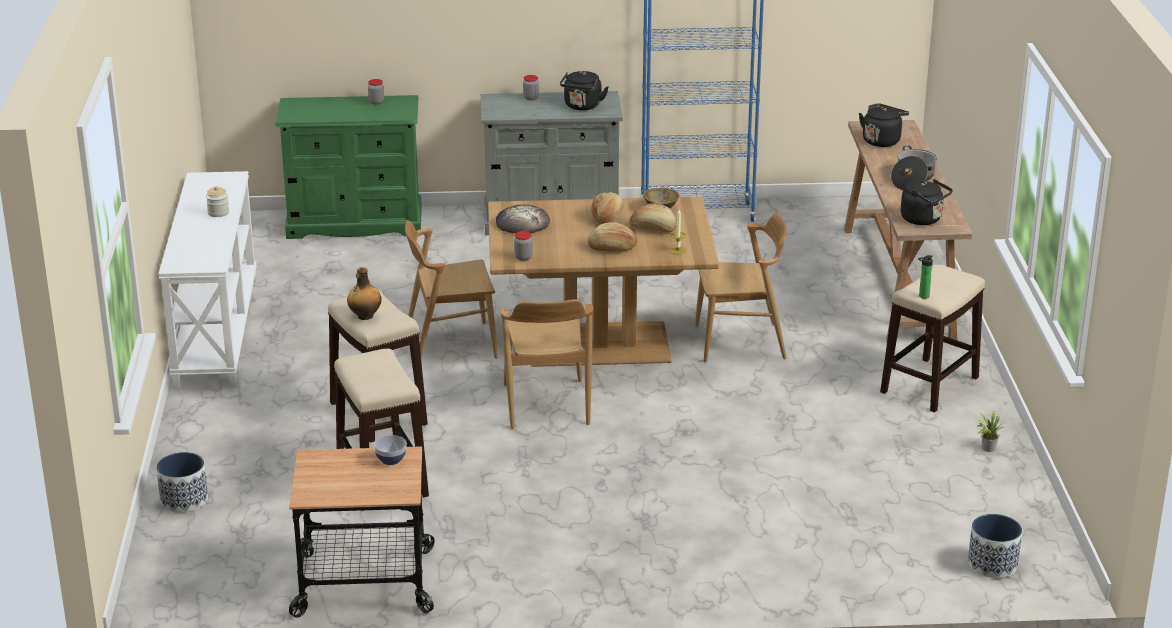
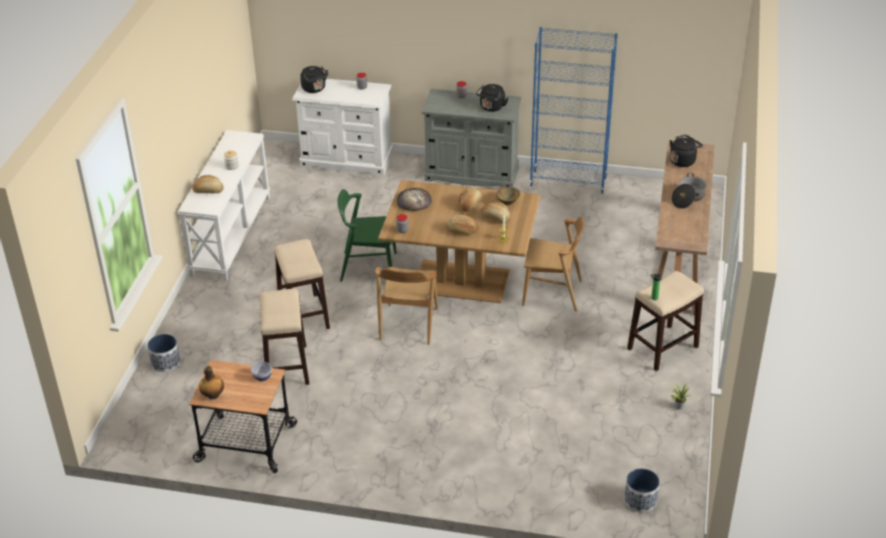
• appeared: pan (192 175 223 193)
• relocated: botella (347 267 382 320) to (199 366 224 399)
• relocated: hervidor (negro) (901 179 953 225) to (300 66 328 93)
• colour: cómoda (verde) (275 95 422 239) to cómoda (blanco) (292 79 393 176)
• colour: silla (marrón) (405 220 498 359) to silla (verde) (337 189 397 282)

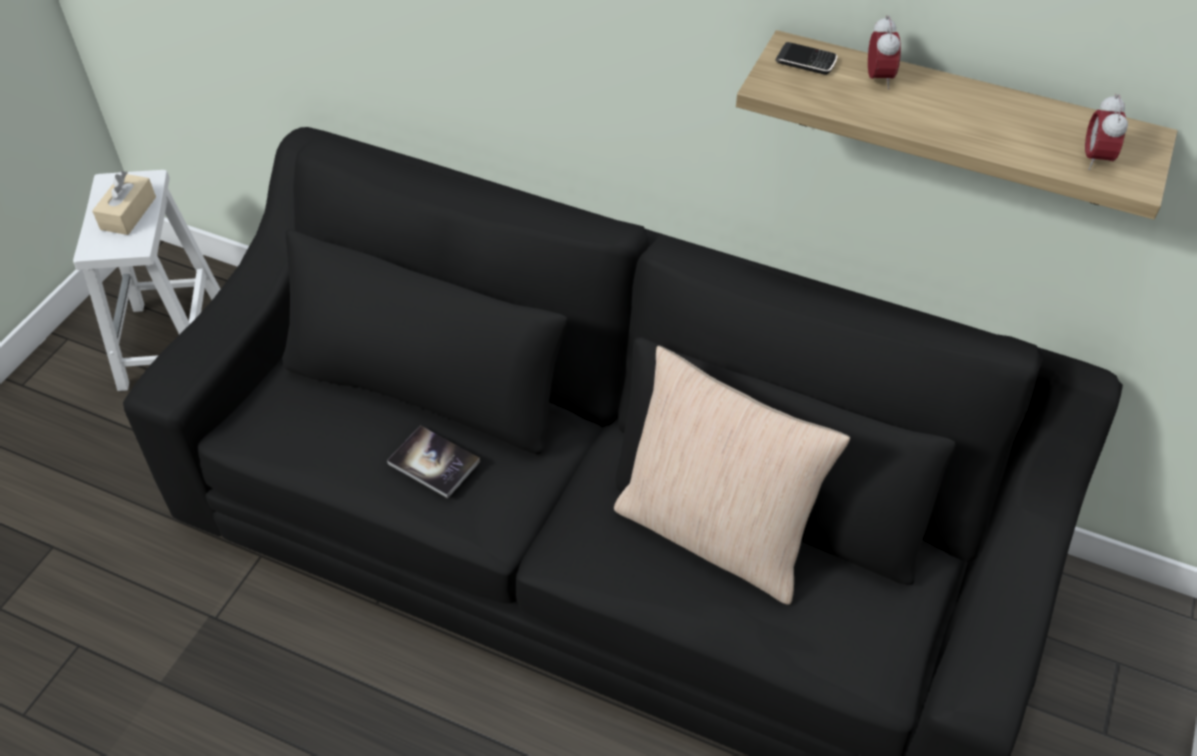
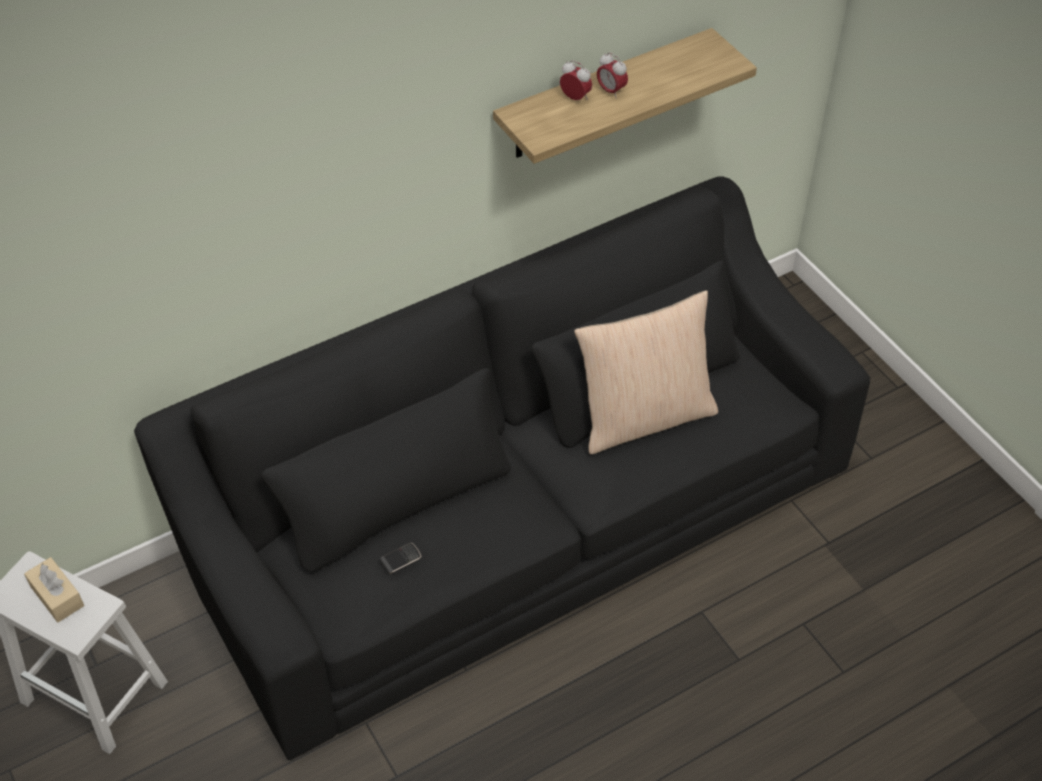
• missing: libro (387 425 480 498)
• relocated: móvil (775 42 837 75) to (380 543 421 574)
• relocated: despertador (1085 94 1128 170) to (597 53 628 99)

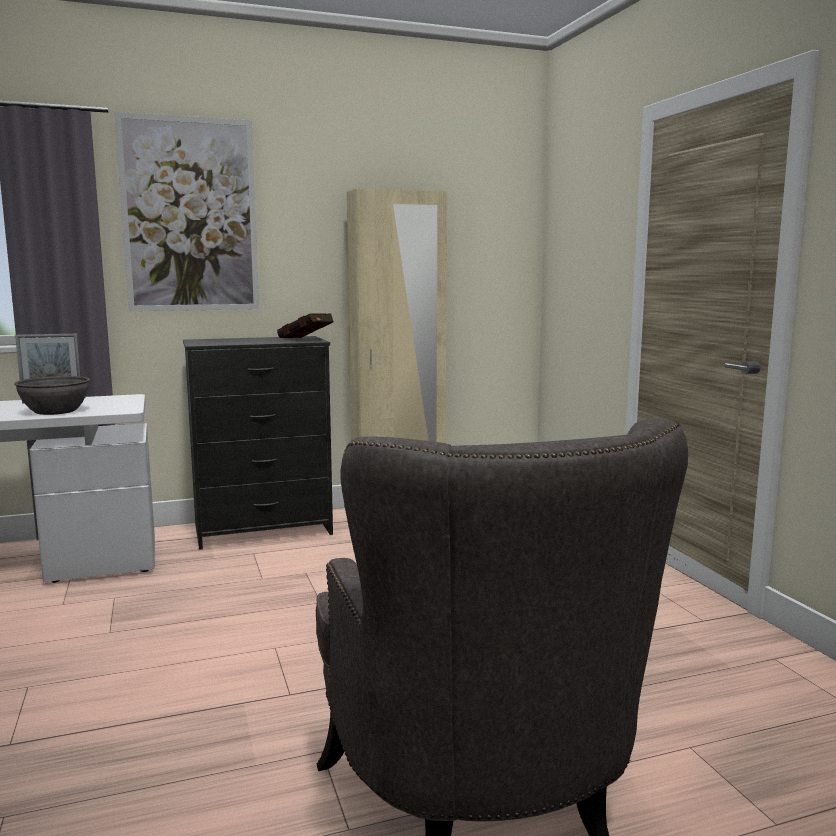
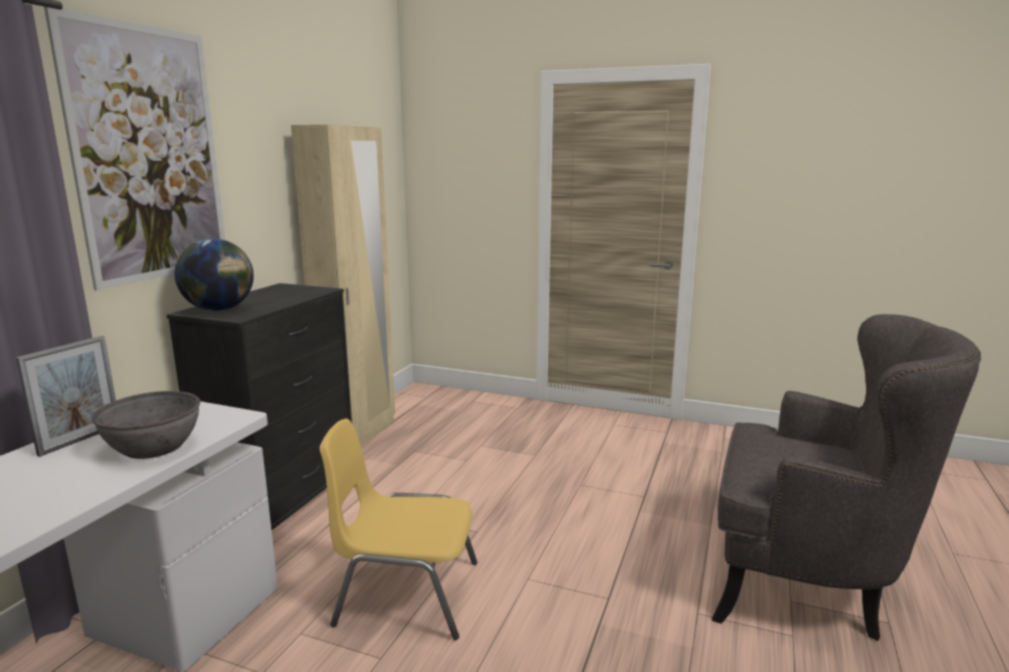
• missing: libro (rojo) (277 313 334 338)
• appeared: globo terráqueo (174 238 254 311)
• appeared: silla (amarillo) (320 419 477 640)

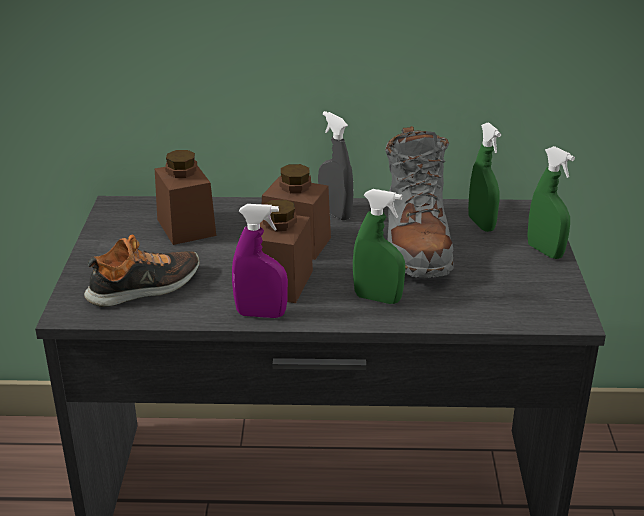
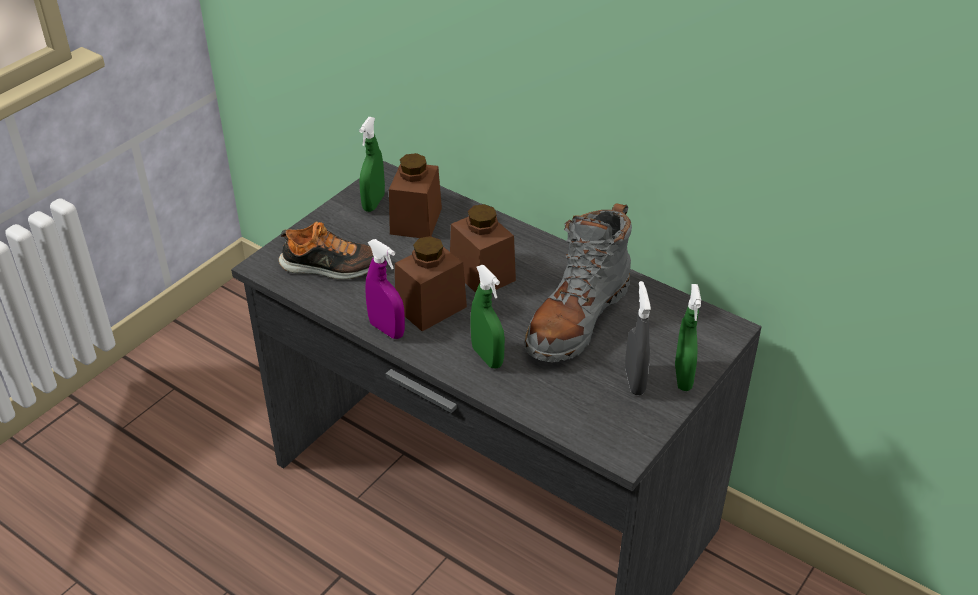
• relocated: pulverizador (gris) (318 111 353 221) to (625 281 651 395)
• relocated: pulverizador (verde) (468 122 501 232) to (359 117 385 212)

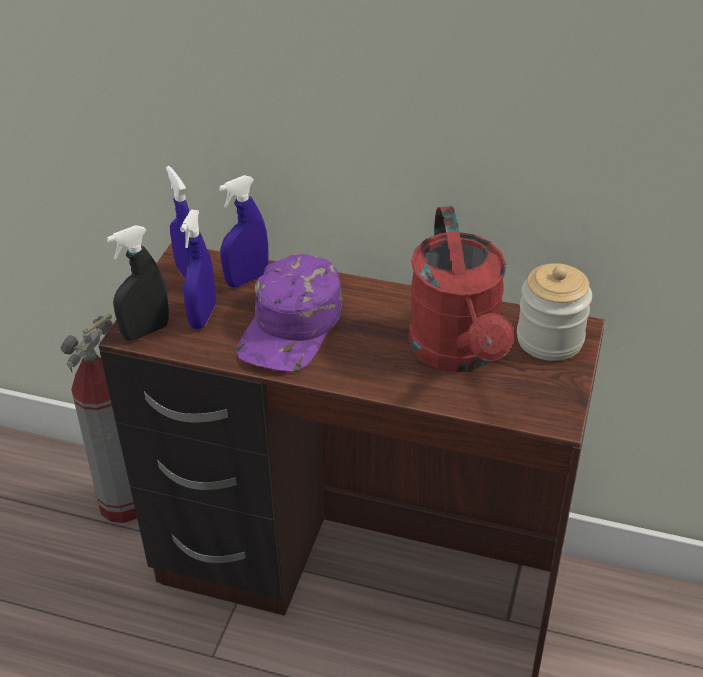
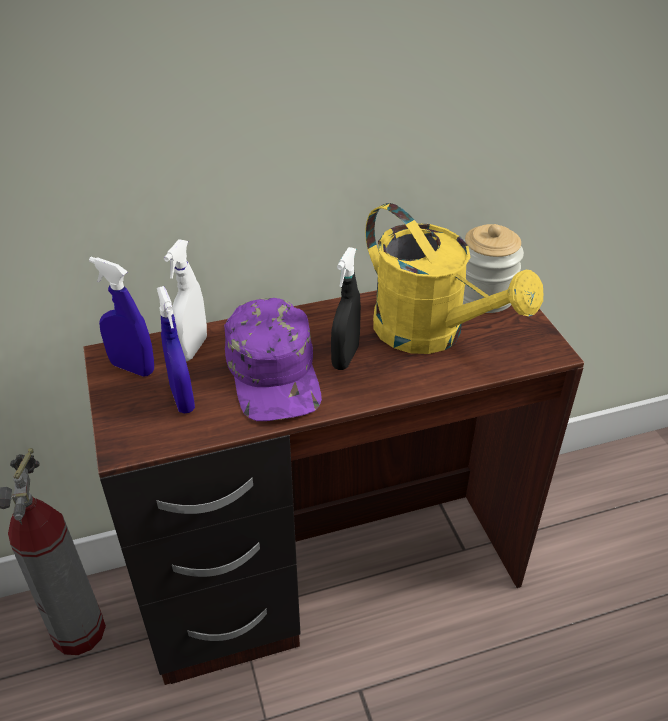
• relocated: pulverizador (negro) (107 225 169 340) to (331 247 361 370)
• colour: pulverizador (azul) (219 175 269 287) to pulverizador (blanco) (164 239 207 361)
• colour: regadera (rojo) (409 206 514 372) to regadera (amarillo) (365 203 543 354)

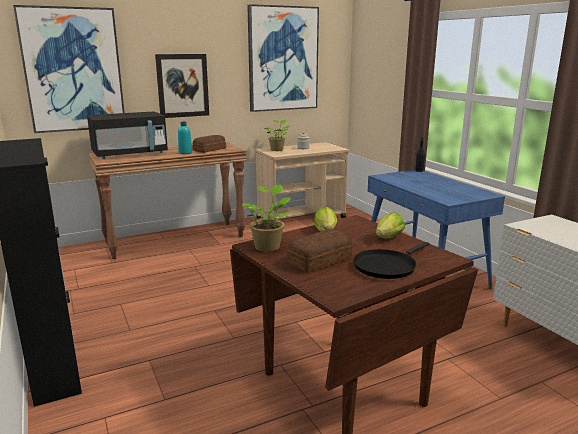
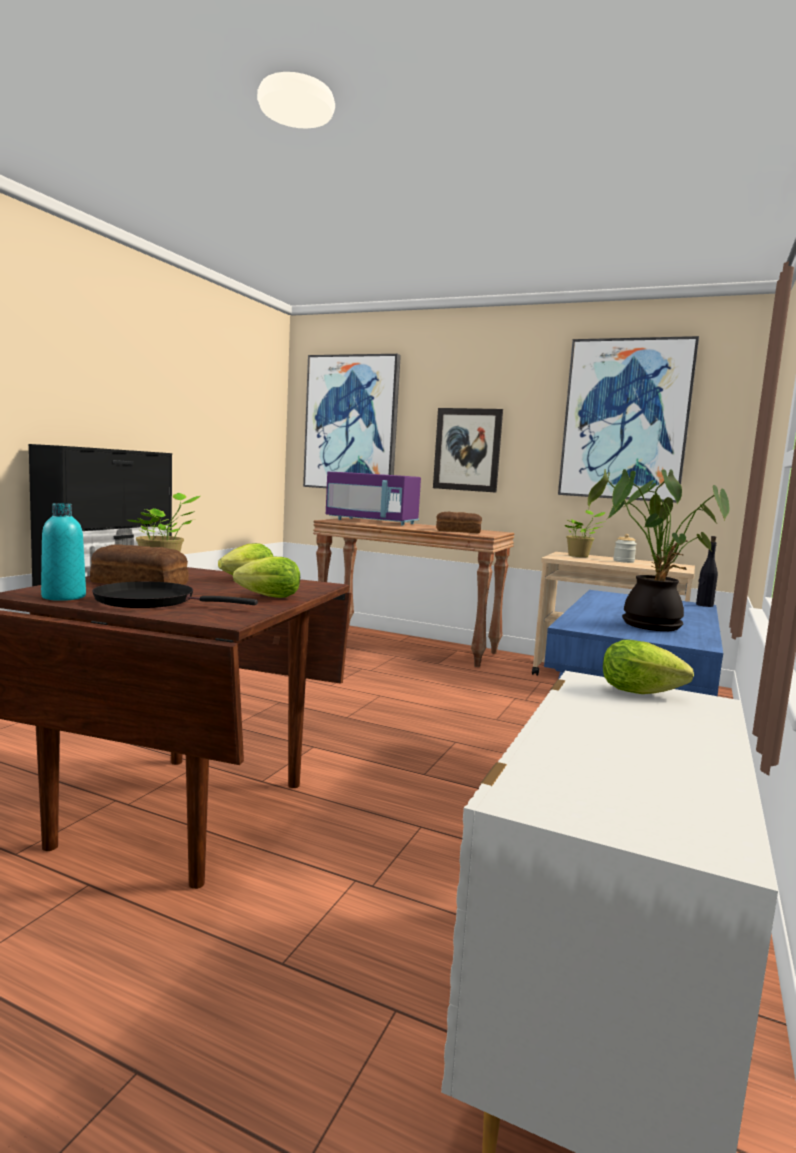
• appeared: planta en maceta (588 469 730 631)
• appeared: lechuga (603 640 694 694)
• relocated: botella (turquesa) (178 121 192 154) to (41 503 86 601)
• colour: microondas (negro) (87 112 168 159) to microondas (morado) (326 472 421 526)

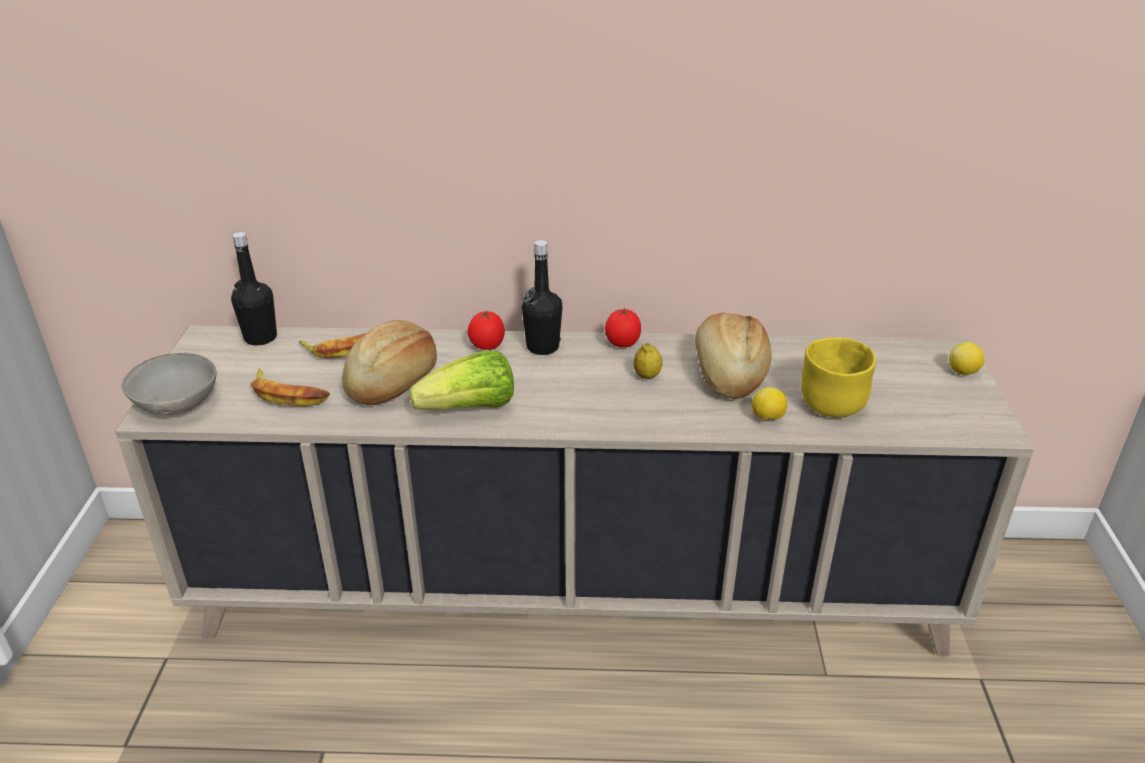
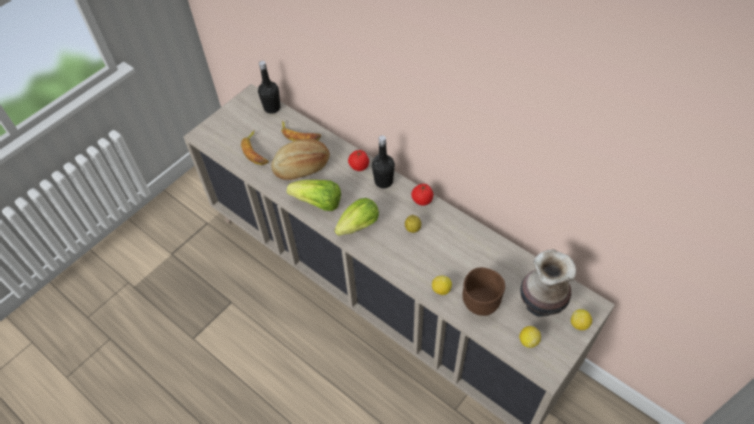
• missing: cuenco (gris) (122 353 216 415)
• missing: pan (695 312 772 399)
• appeared: lechuga (334 198 379 236)
• appeared: limón (519 326 541 348)
• appeared: florero (520 249 577 317)
• colour: cuenco (amarillo) (801 337 876 417) to cuenco (marrón) (463 267 505 316)

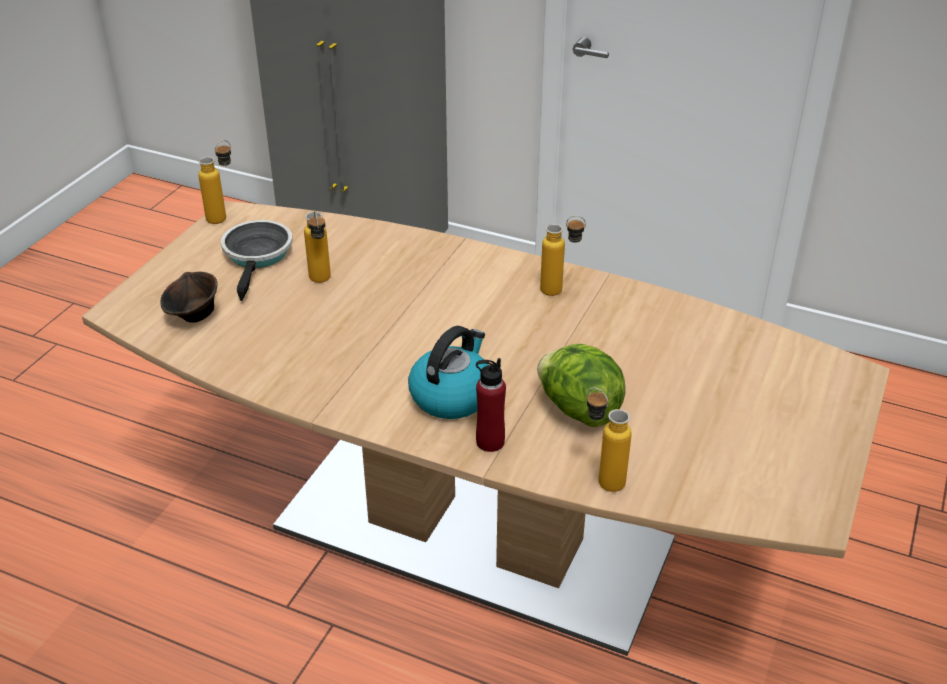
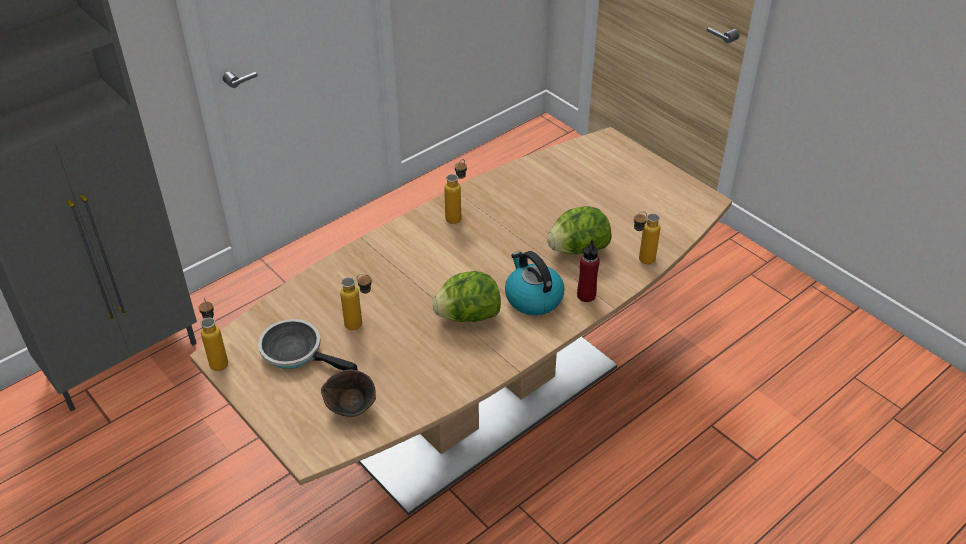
• appeared: lechuga (433 271 501 322)

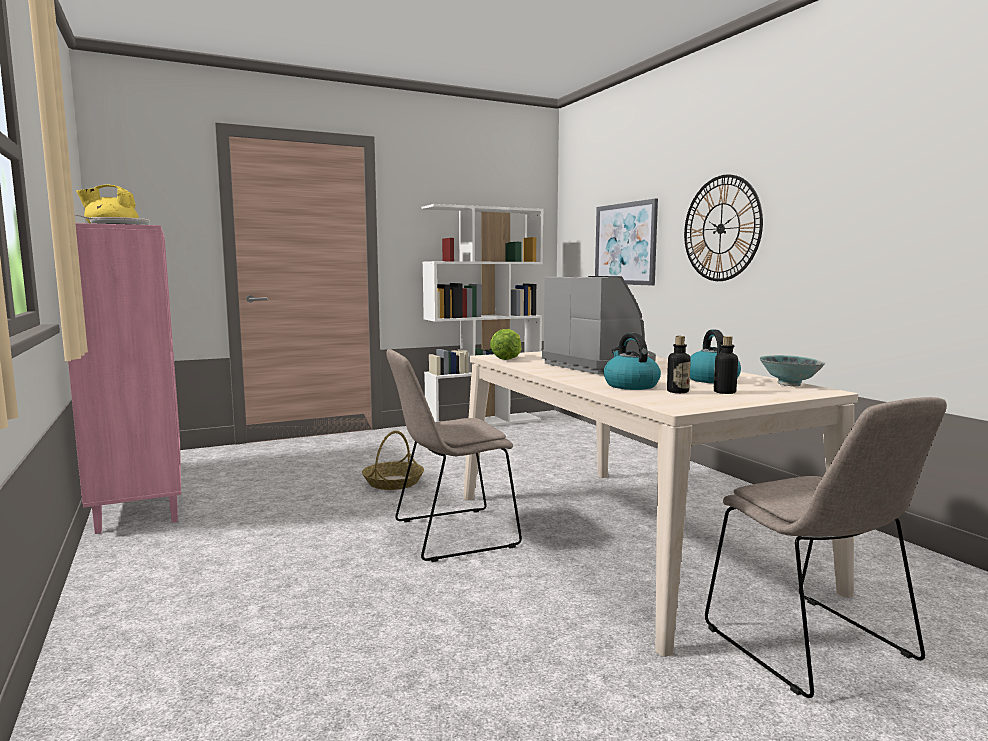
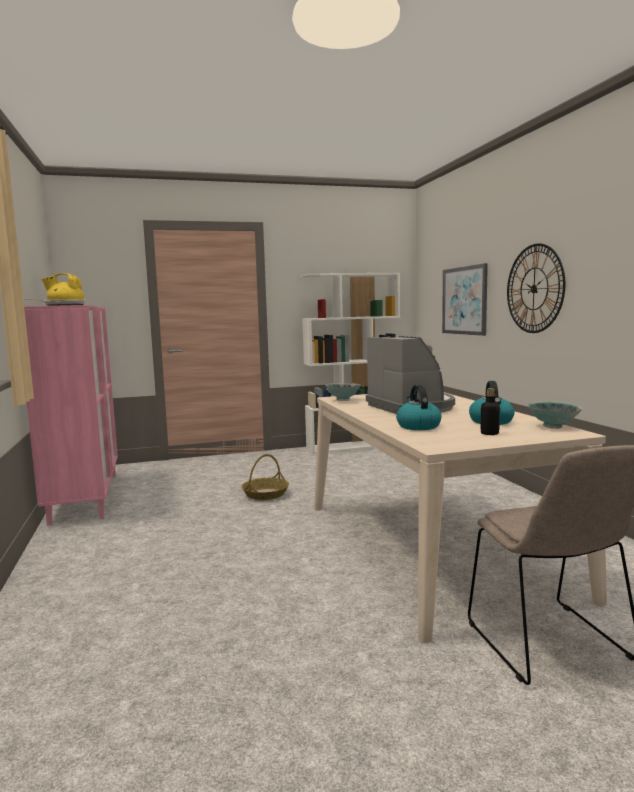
• missing: silla (beis) (386 349 522 562)
• missing: botella (667 336 691 393)
• exchanged: lechuga (490 329 521 360) to cuenco (326 383 361 401)

